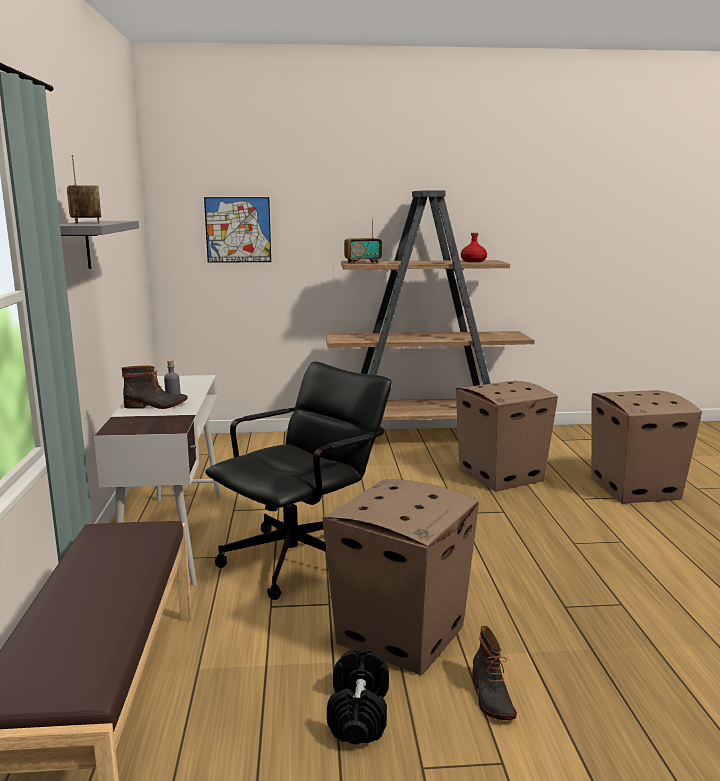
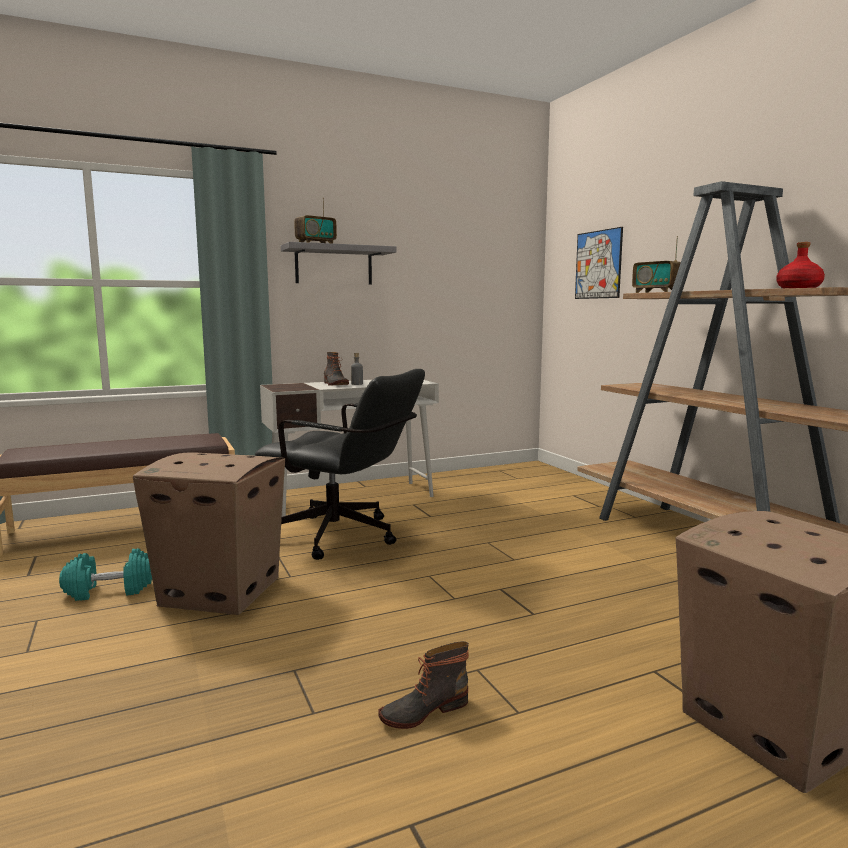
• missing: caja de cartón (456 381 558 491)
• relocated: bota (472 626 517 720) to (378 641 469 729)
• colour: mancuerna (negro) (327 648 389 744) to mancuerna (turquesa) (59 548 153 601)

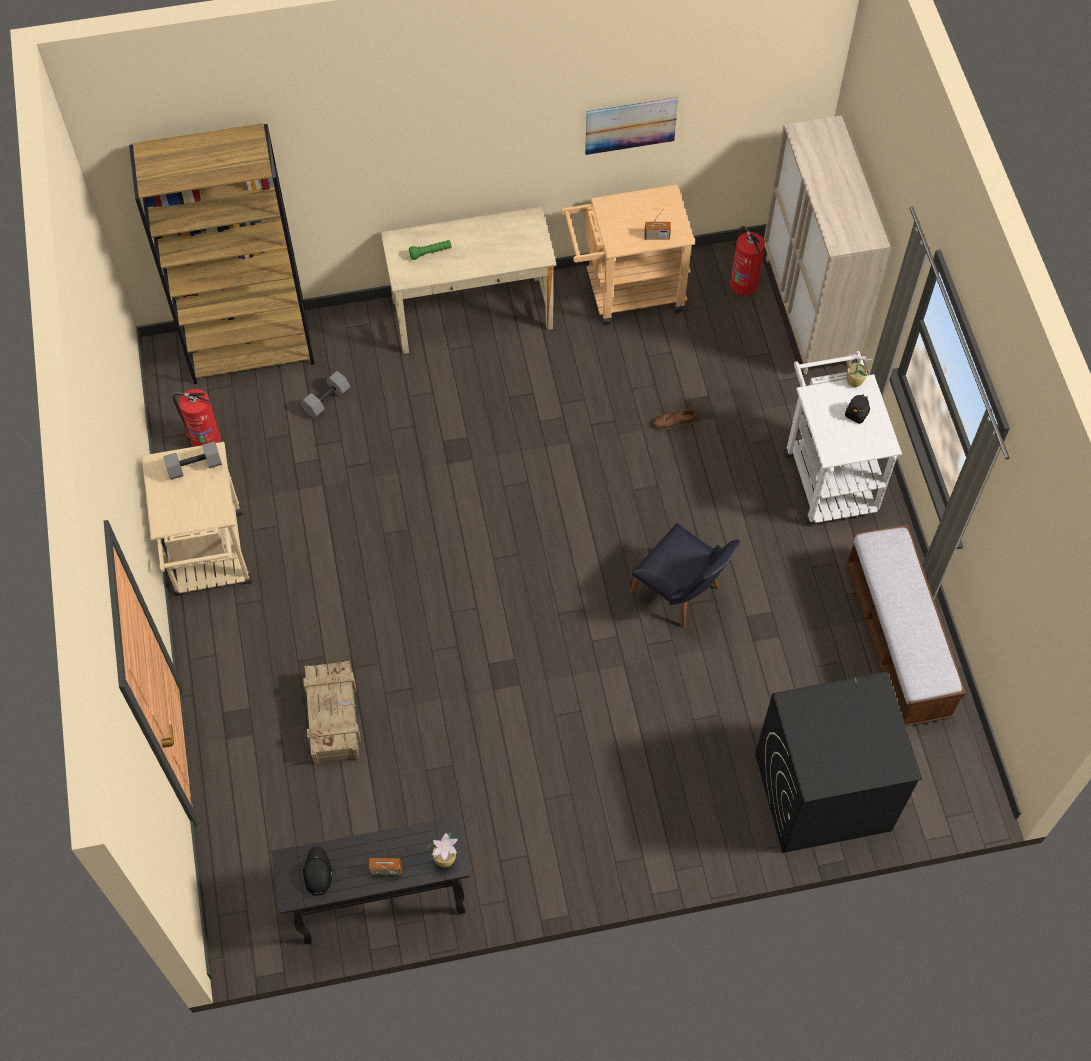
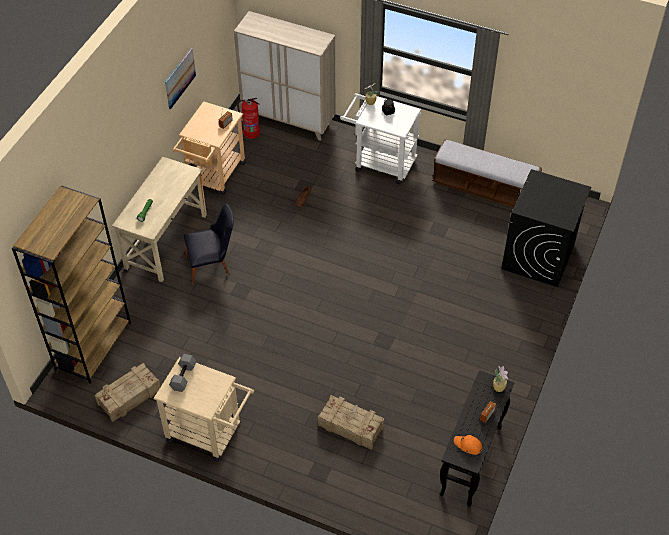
• missing: mancuerna (gris) (300 371 350 418)
• relocated: silla (negro) (630 523 740 628) to (184 203 234 285)
• exchanged: extintor (172 389 221 447) to caja de embalaje (94 363 161 422)
• colour: gorra (negro) (303 846 332 895) to gorra (naranja) (454 435 482 455)

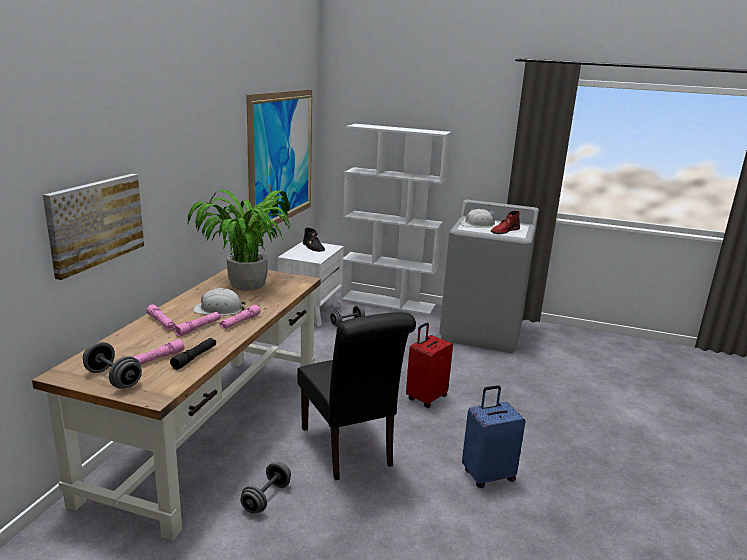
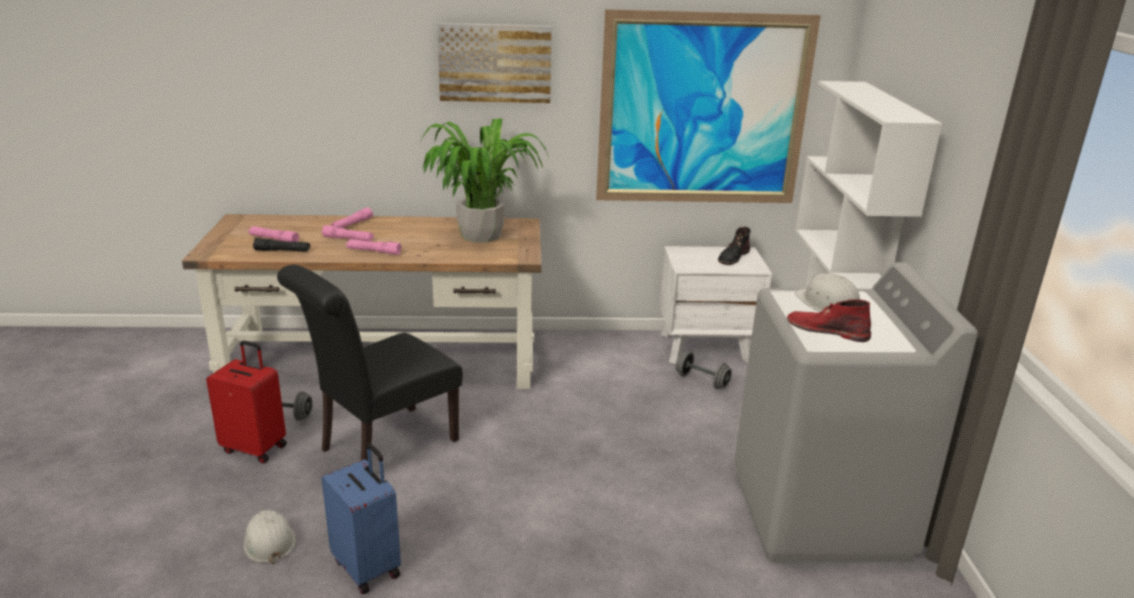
• missing: mancuerna (gris) (83 342 142 389)
• relocated: cuadro (43 174 144 280) to (437 23 552 103)
• relocated: casco (blanco) (193 288 246 316) to (244 510 296 564)
• relocated: maleta (rojo) (406 323 453 408) to (206 341 287 463)

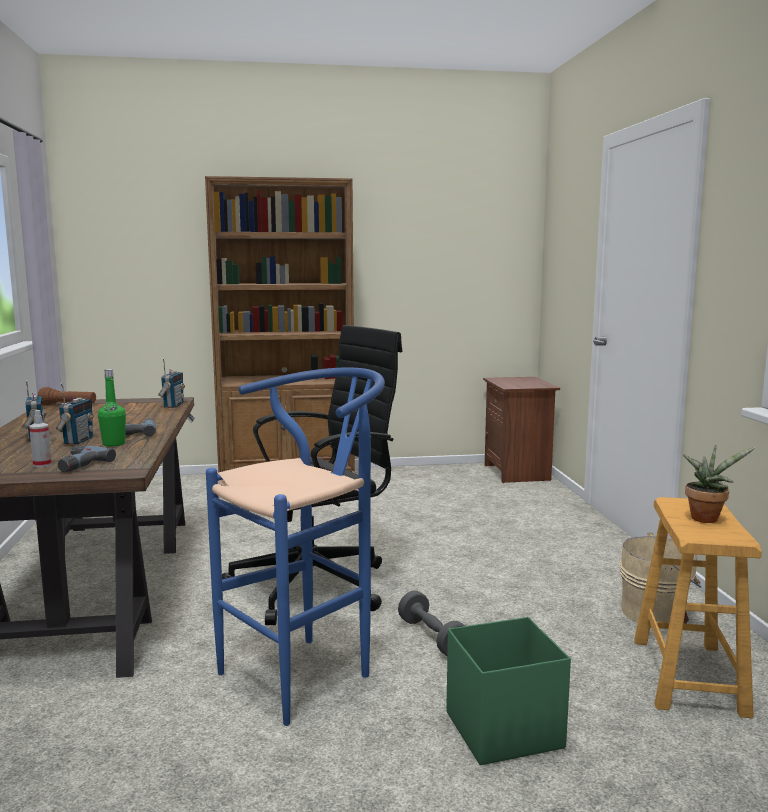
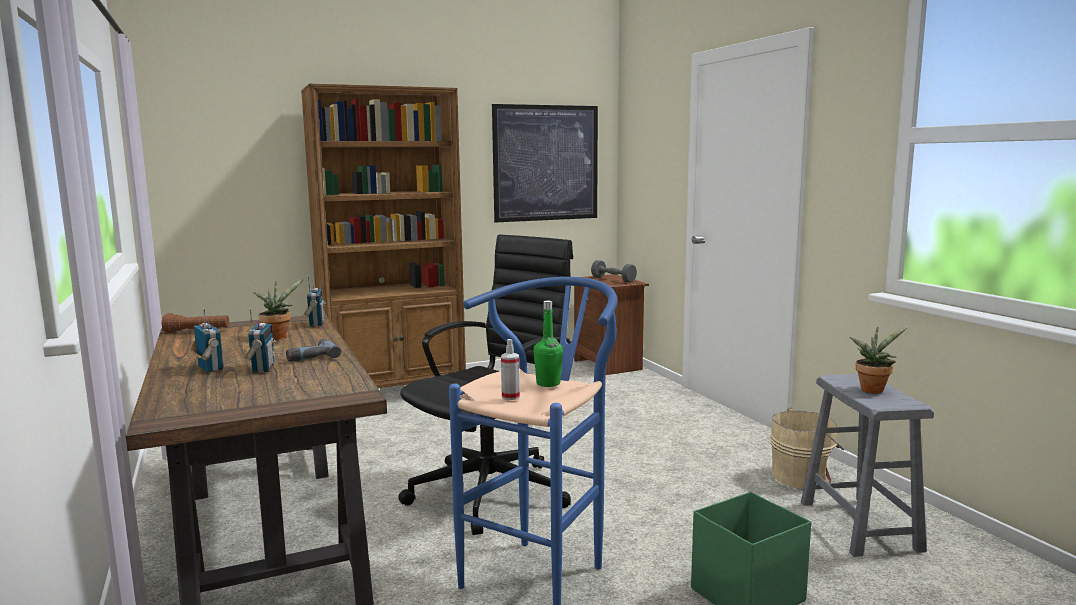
• missing: taladro (58 446 116 472)
• appeared: planta en maceta (253 279 304 340)
• appeared: cuadro (492 104 598 223)
• relocated: pulverizador (29 410 52 467) to (501 339 520 400)
• relocated: botella (verde) (98 369 126 447) to (533 301 563 387)
• relocated: mancuerna (gris) (398 591 465 656) to (591 260 637 282)
• colour: taburete (marrón) (634 497 762 718) to taburete (gris) (801 374 934 557)

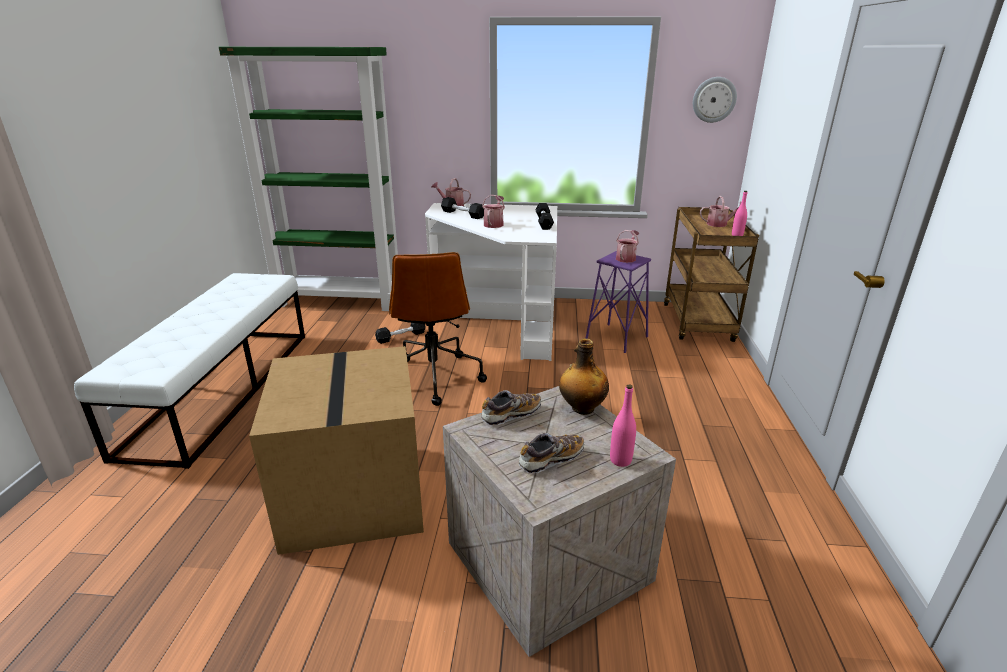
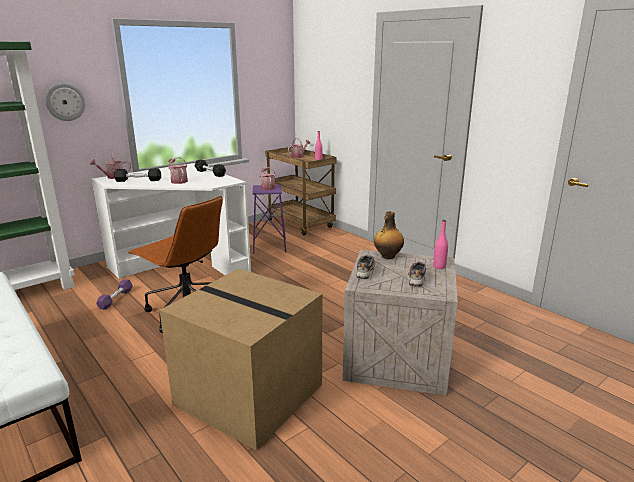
• relocated: reloj de pared (693 77 737 123) to (45 83 86 121)
• colour: mancuerna (negro) (375 323 426 344) to mancuerna (morado) (96 279 133 310)

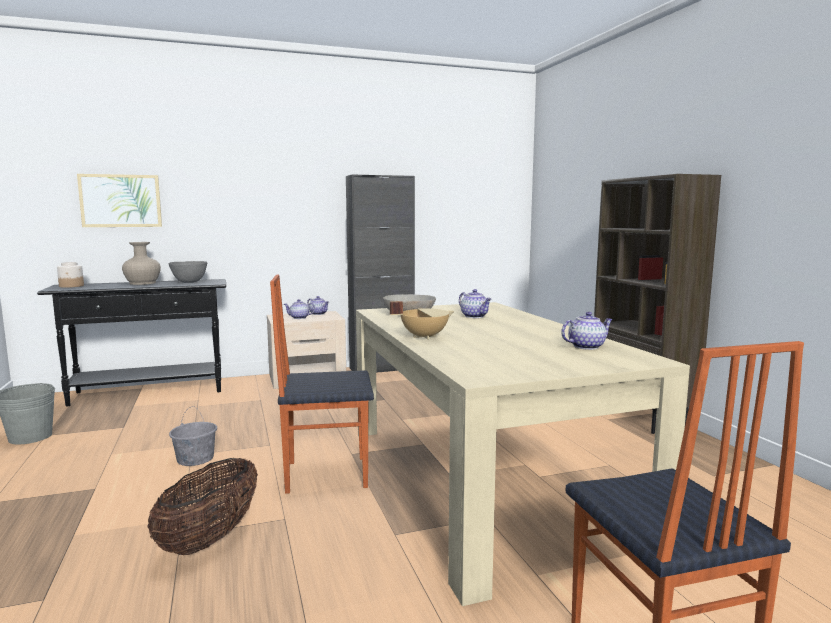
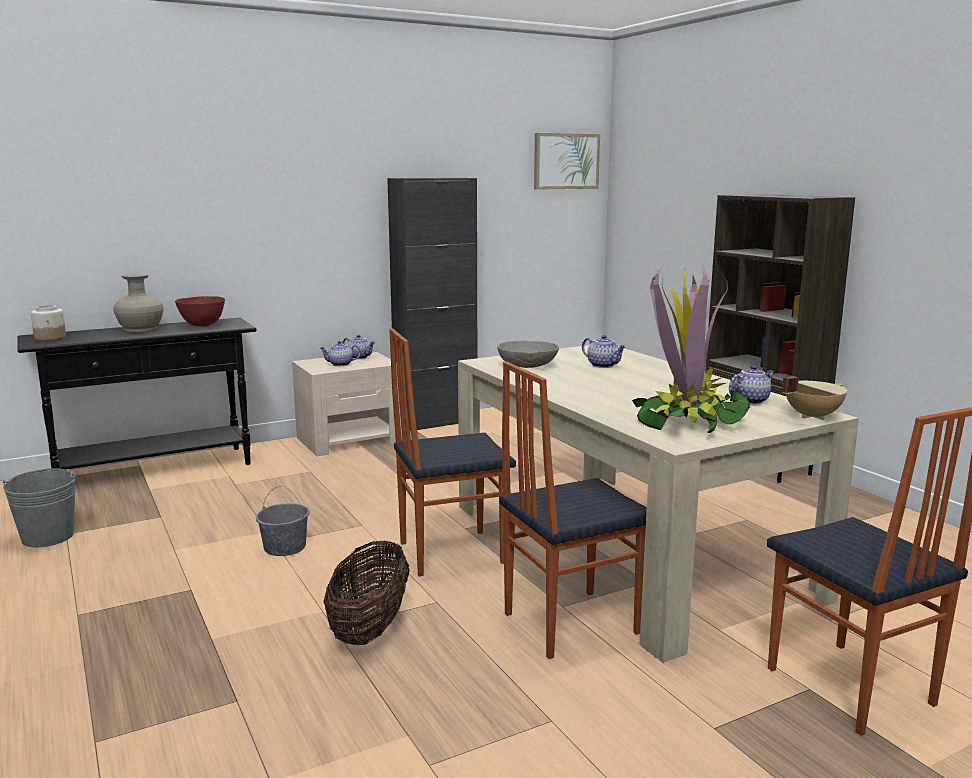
• appeared: silla (499 361 647 659)
• appeared: planta en maceta (632 264 750 433)
• relocated: cuadro (77 174 162 227) to (534 133 600 190)
• relocated: olla (beis) (390 301 454 339) to (782 376 847 420)
• colour: cuenco (gris) (168 261 208 283) to cuenco (rojo) (175 296 225 326)

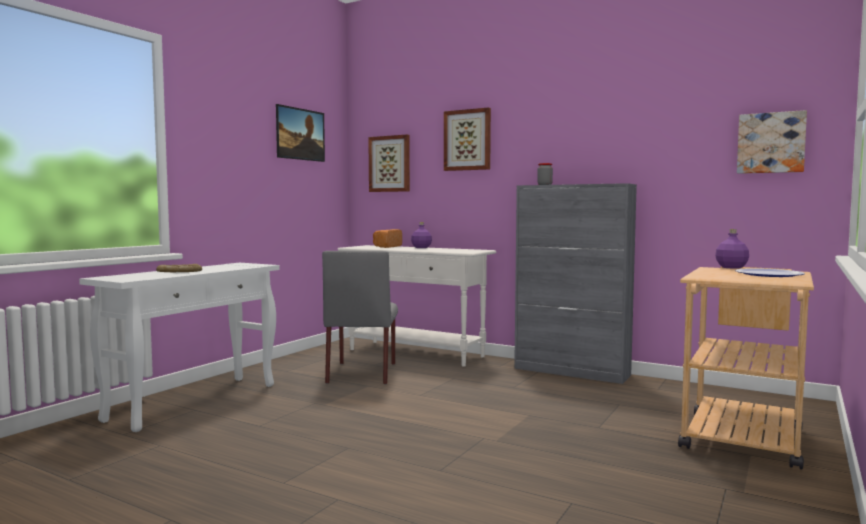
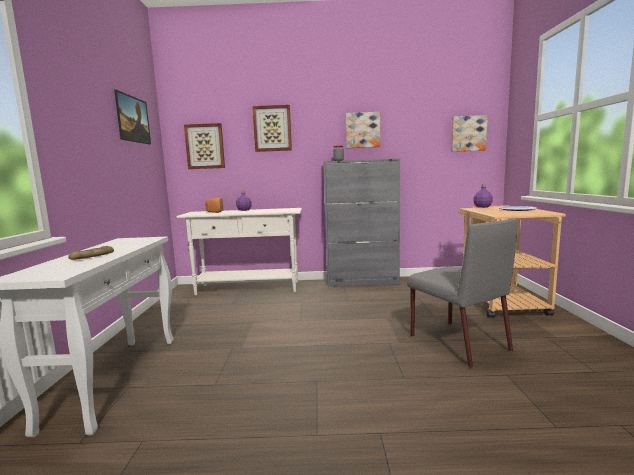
• appeared: cuadro (346 112 380 148)
• relocated: silla (gris) (322 251 398 385) to (407 218 518 368)

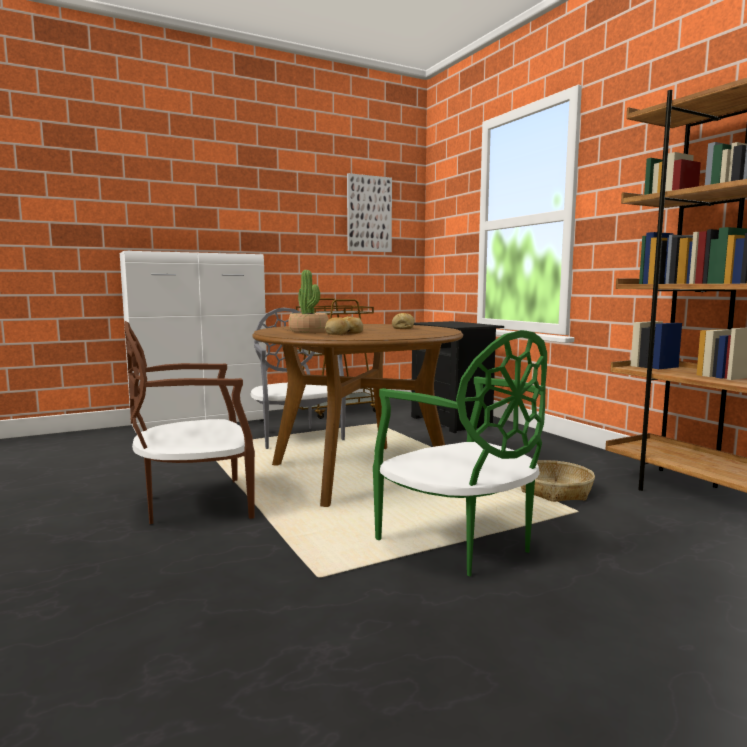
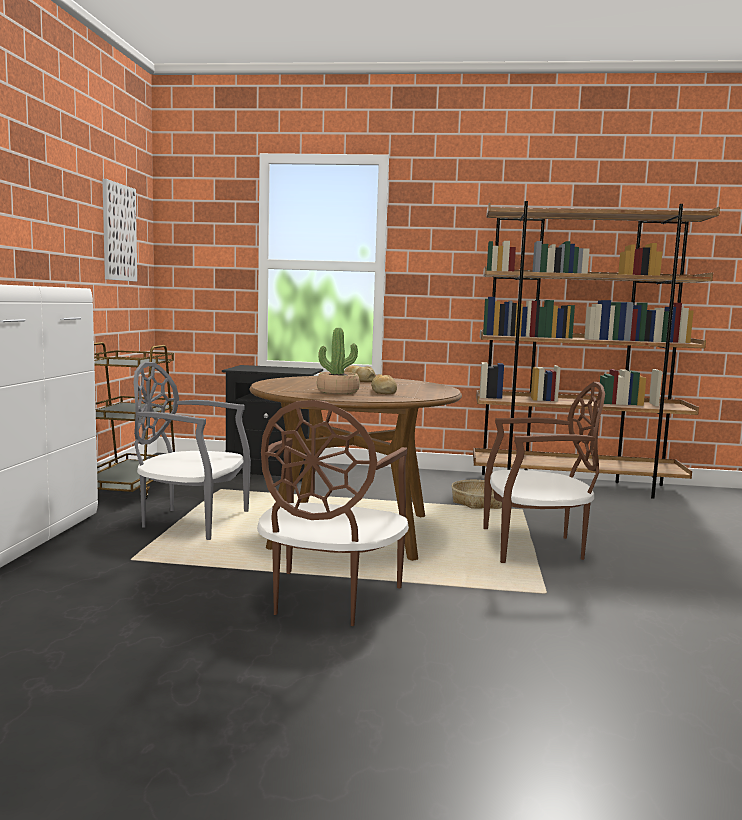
• colour: silla (verde) (373 330 547 576) to silla (marrón) (483 382 605 563)

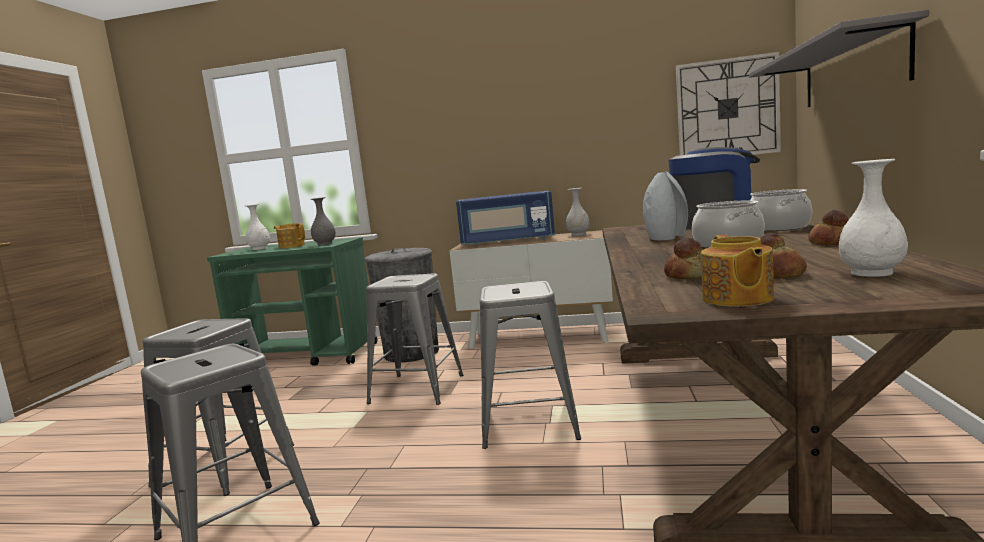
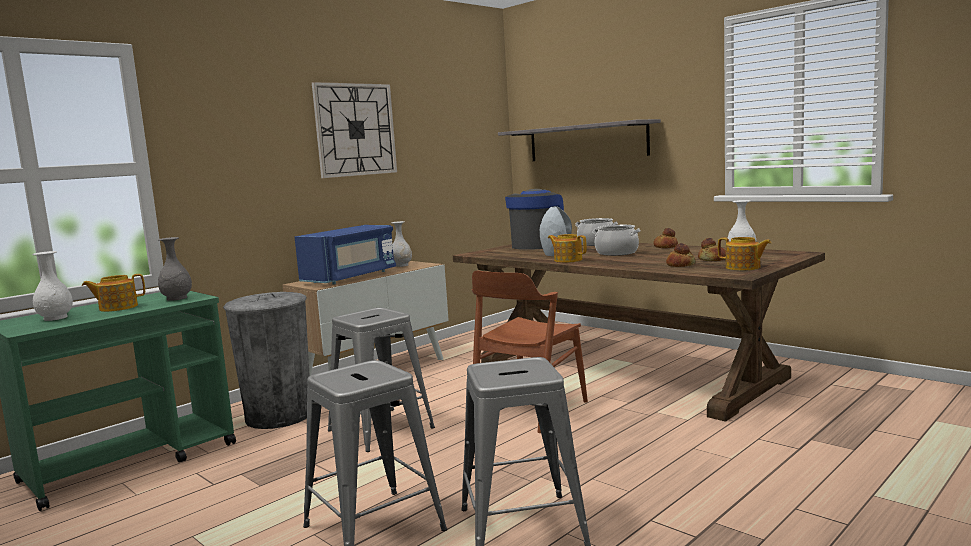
• appeared: tetera (548 234 587 263)
• relocated: reloj de pared (676 52 781 155) to (312 82 397 178)
• exchanged: taburete (gris) (480 281 581 449) to silla (marrón) (472 271 588 433)

